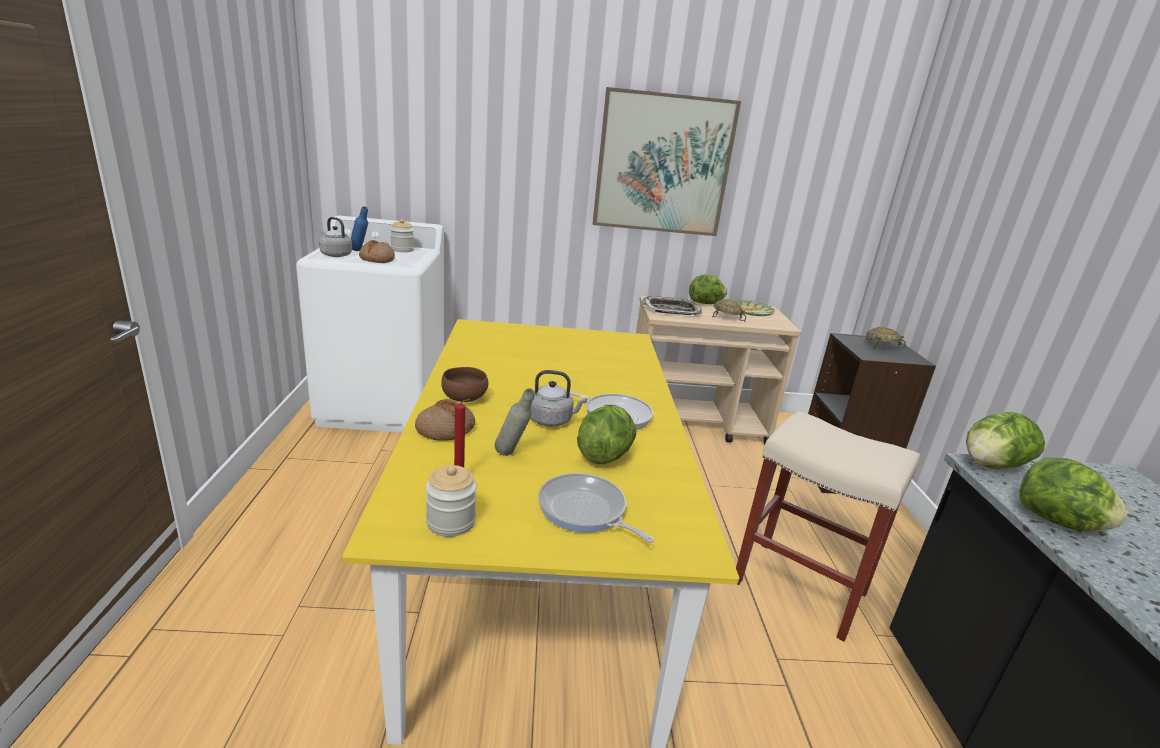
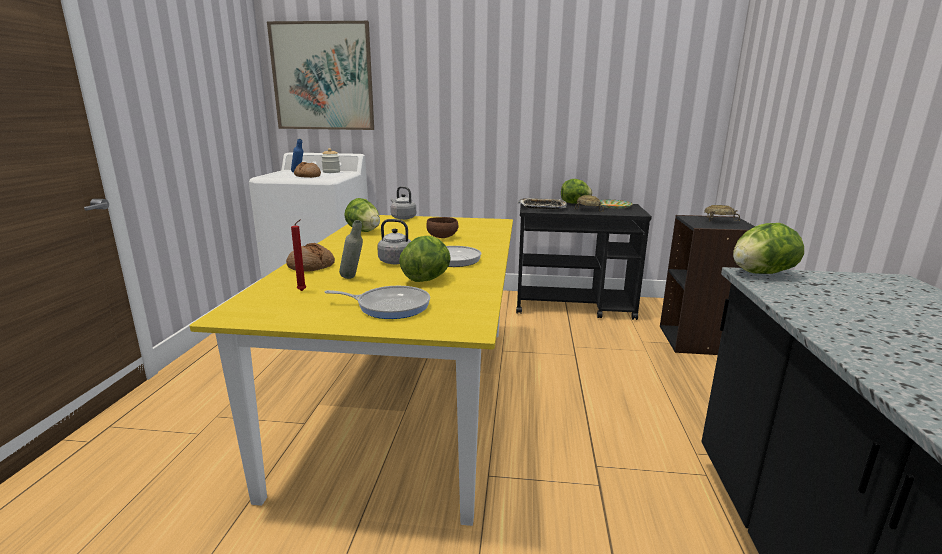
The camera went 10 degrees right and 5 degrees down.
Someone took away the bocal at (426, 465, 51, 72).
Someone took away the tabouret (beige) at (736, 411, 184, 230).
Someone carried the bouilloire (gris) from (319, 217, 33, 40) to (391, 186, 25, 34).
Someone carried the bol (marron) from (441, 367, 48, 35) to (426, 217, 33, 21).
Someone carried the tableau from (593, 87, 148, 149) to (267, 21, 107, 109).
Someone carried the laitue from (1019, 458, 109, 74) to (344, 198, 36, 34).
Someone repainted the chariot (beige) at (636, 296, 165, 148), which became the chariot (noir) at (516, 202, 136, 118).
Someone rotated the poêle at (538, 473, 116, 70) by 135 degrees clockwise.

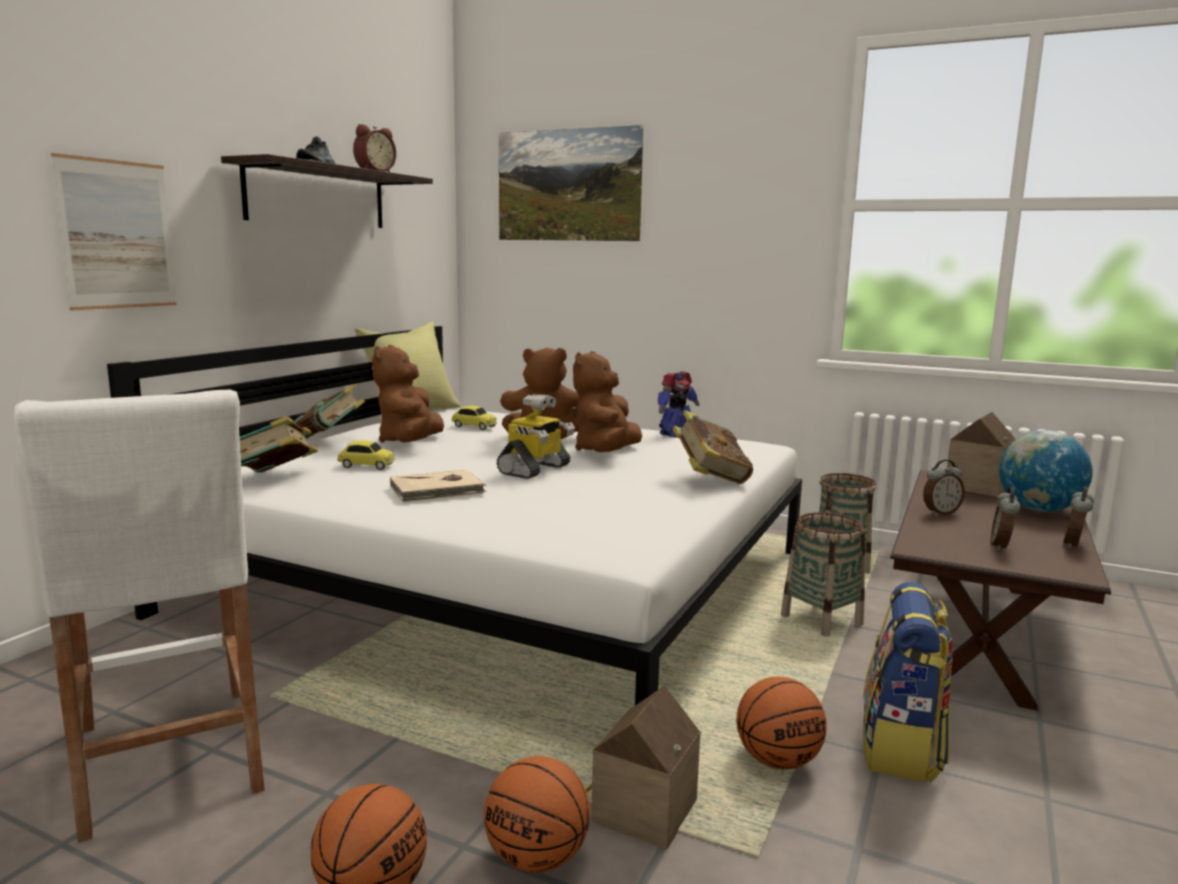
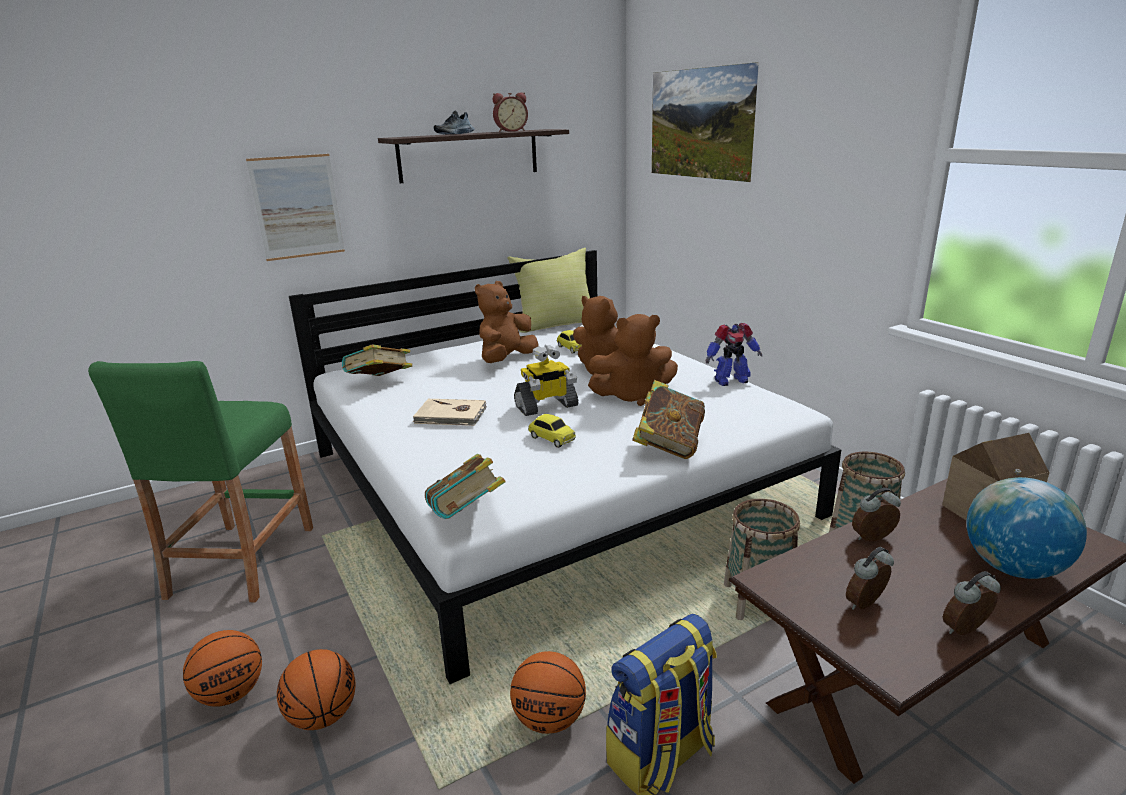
The camera went 35 degrees right and 10 degrees up.
Someone took away the maison miniature at (586, 686, 114, 164).
Someone carried the livre from (293, 384, 72, 55) to (425, 454, 81, 65).
Someone carried the petite voiture from (337, 440, 58, 30) to (528, 414, 48, 34).
Someone repainted the tabouret (blanc) at (14, 390, 251, 453), which became the tabouret (vert) at (88, 361, 225, 241).
Someone rotated the peluche (marron) at (573, 351, 69, 101) by 150 degrees counterclockwise.
Someone rotated the réveil at (923, 459, 42, 56) by 150 degrees clockwise.

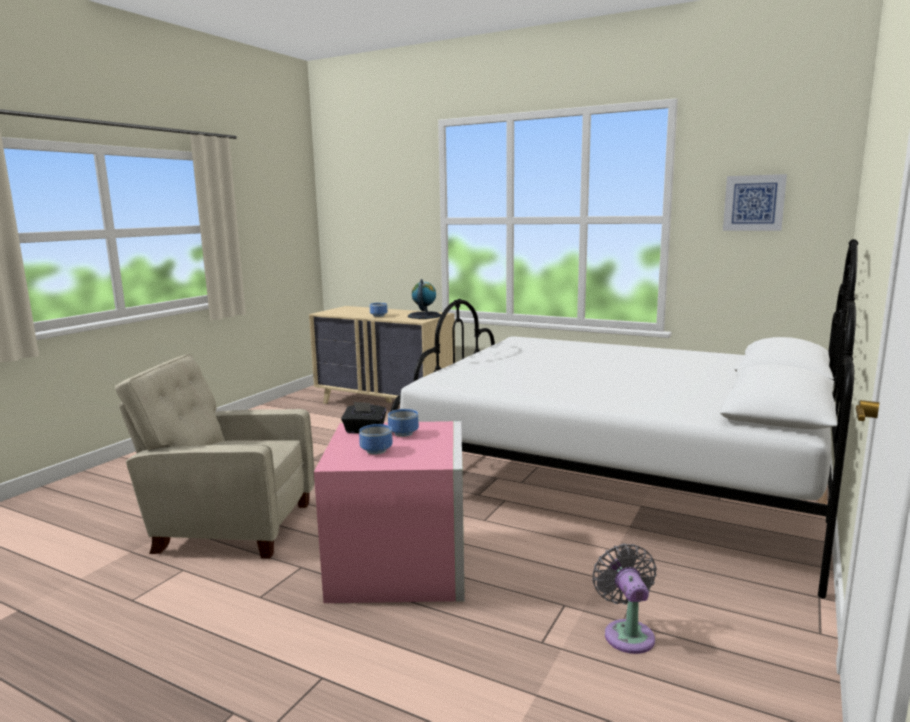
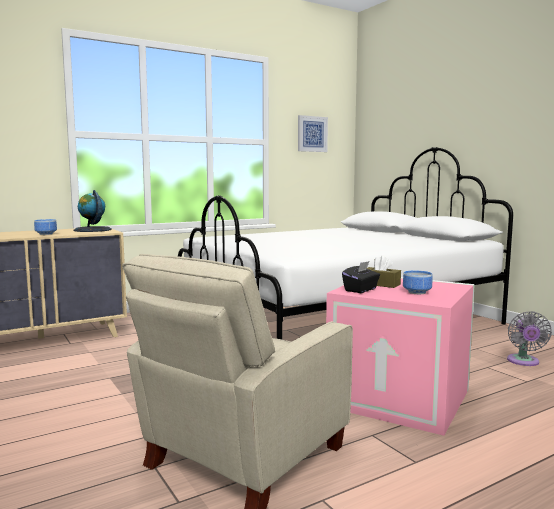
The camera went 60 degrees left and 5 degrees down.
Someone swapped the bol at (388, 409, 31, 28) for the boîte à mouchoirs (marron) at (366, 255, 35, 33).
Someone rotated the ventilateur (gris) at (592, 543, 65, 111) by 105 degrees counterclockwise.

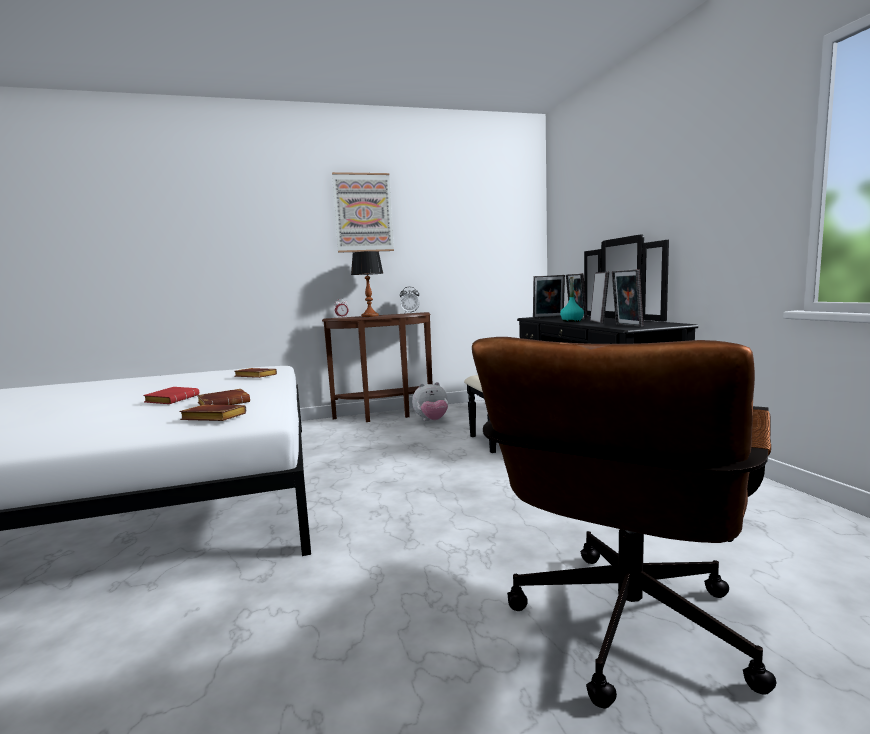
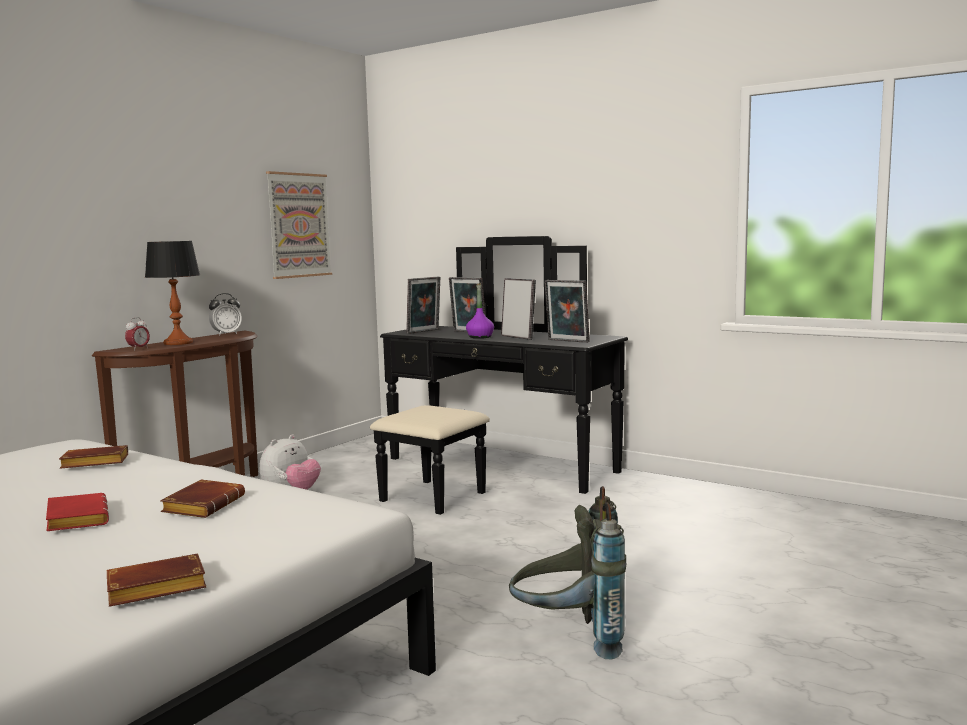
The camera went 40 degrees left and 0 degrees up.
Someone took away the chaise de bureau (marron) at (472, 337, 304, 372).
Someone put down the sac à dos (gris) at (509, 486, 117, 174).
Someone carried the livre (marron) from (179, 404, 67, 17) to (107, 554, 99, 53).
Someone carried the tableau from (332, 172, 62, 81) to (266, 171, 66, 108).
Someone repainted the bouteille (turquoise) at (560, 277, 24, 45), which became the bouteille (violet) at (466, 283, 28, 56).

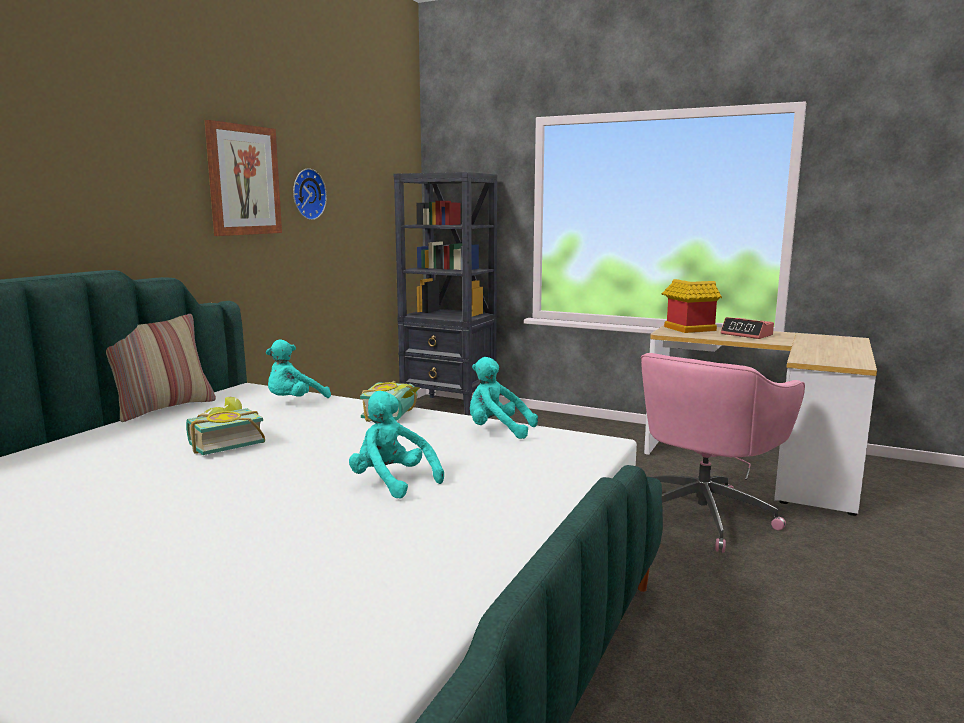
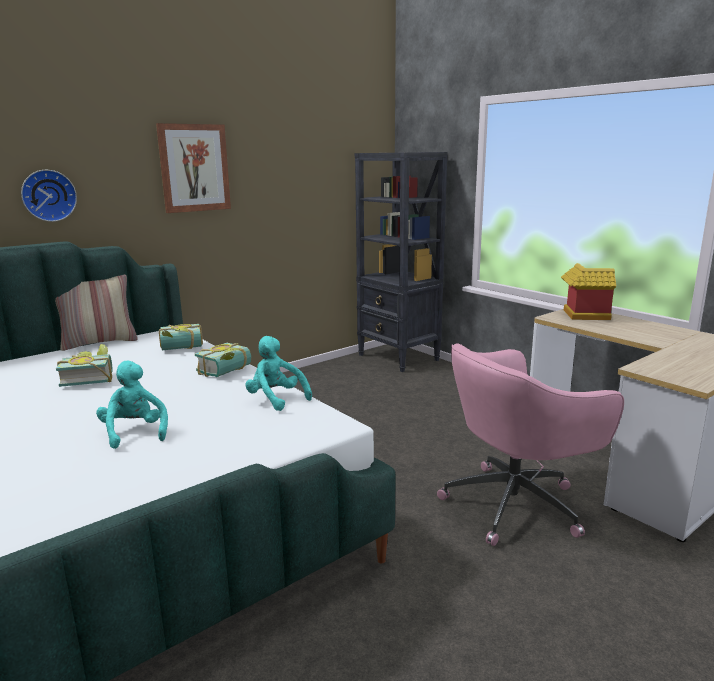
The camera went 25 degrees right and 5 degrees up.
Someone took away the réveil at (720, 317, 54, 22).
Someone carried the horloge murale from (293, 168, 34, 52) to (21, 170, 56, 52).
Someone swapped the peluche (turquoise) at (266, 340, 65, 58) for the livre at (159, 324, 44, 26).

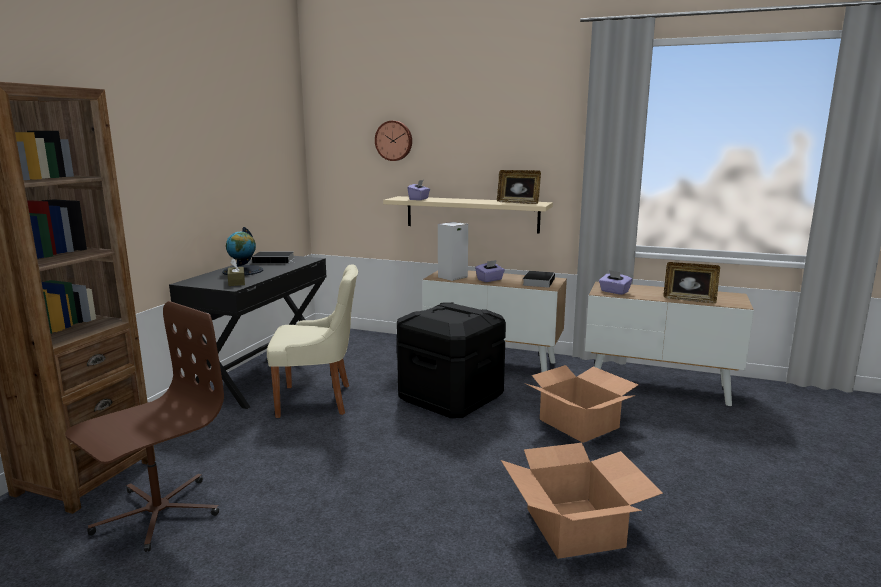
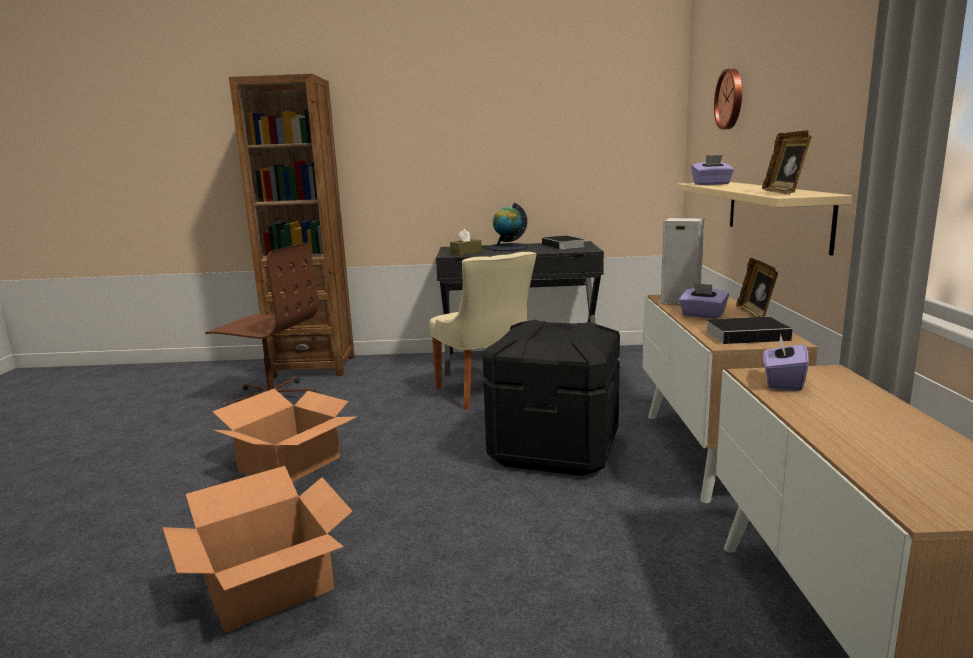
The camera went 70 degrees right and 0 degrees up.
Someone carried the carton from (525, 365, 114, 78) to (212, 389, 146, 93).
Someone carried the cadre photo from (663, 262, 57, 42) to (736, 258, 42, 59).

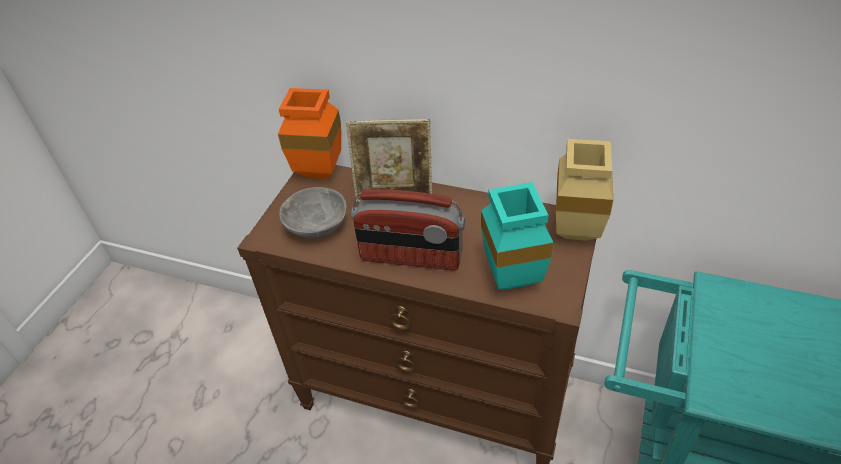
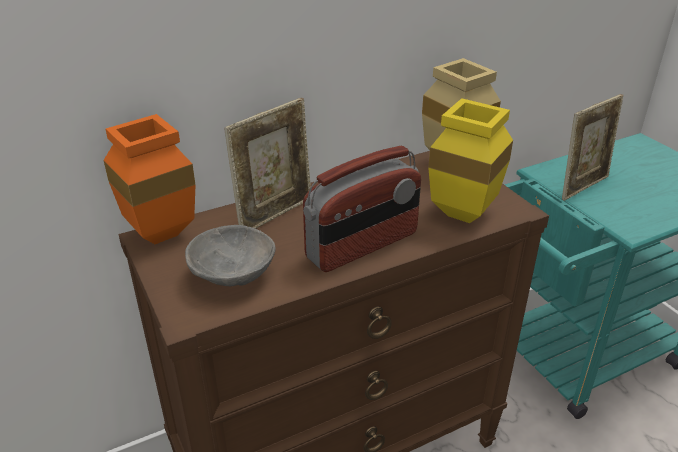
The camera went 50 degrees left and 10 degrees down.
Someone put down the cadre photo at (562, 94, 61, 107).
Someone repainted the vase (turquoise) at (481, 182, 73, 108), which became the vase (jaune) at (428, 98, 85, 125).

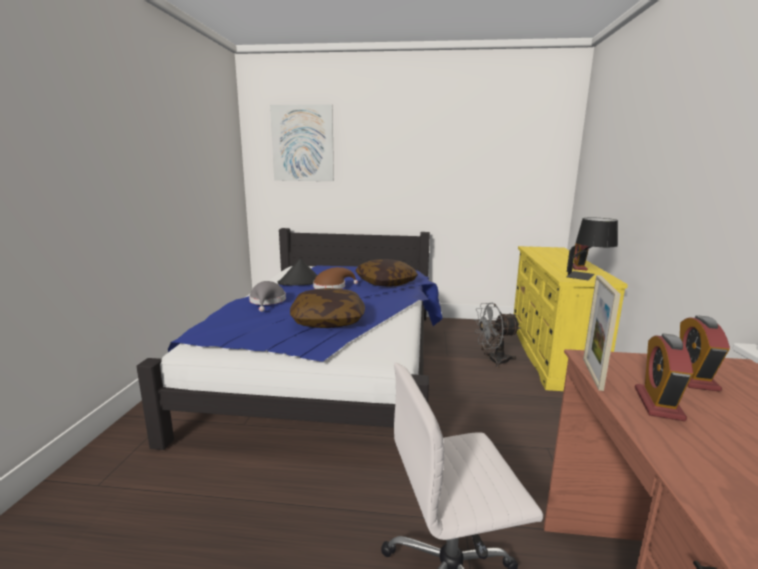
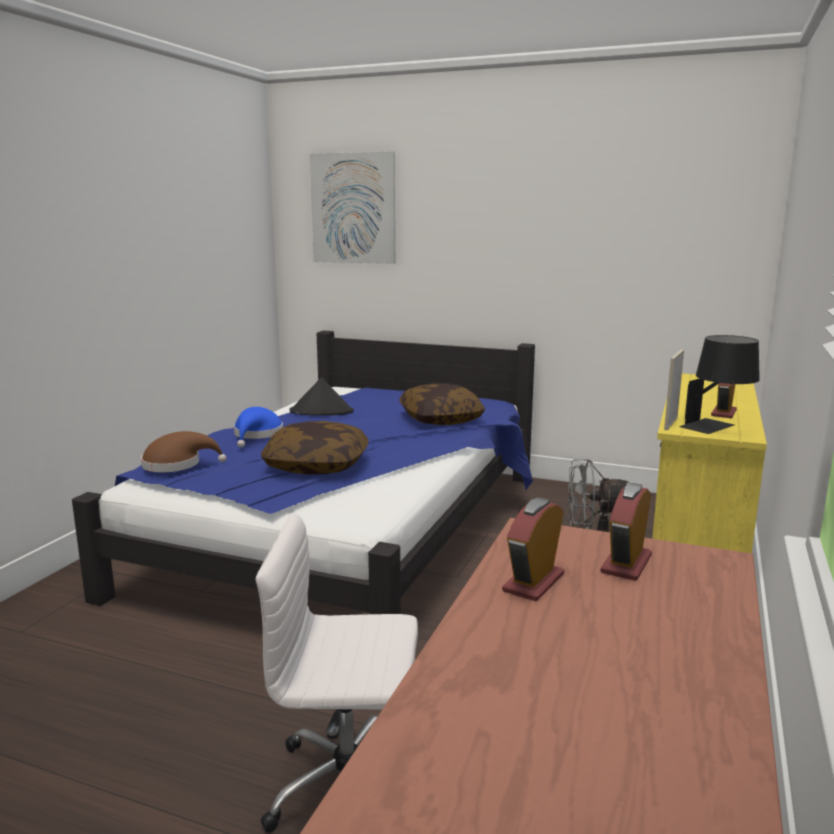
The camera went 15 degrees right and 0 degrees up.
Someone carried the chapeau (marron) from (313, 267, 45, 22) to (141, 431, 85, 41).
Someone carried the cadre photo from (583, 275, 38, 116) to (664, 350, 20, 80).
Someone repainted the chapeau (gris) at (249, 281, 37, 31), which became the chapeau (bleu) at (234, 407, 49, 40).

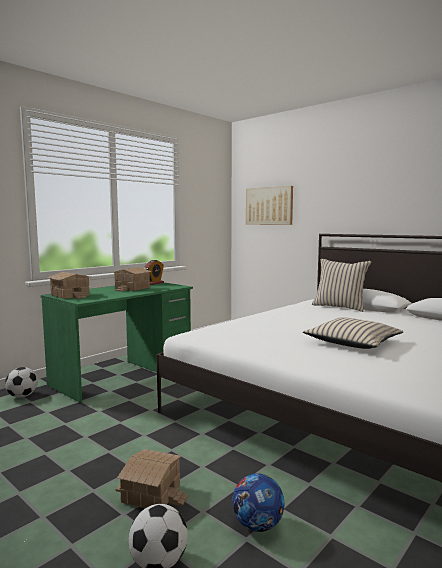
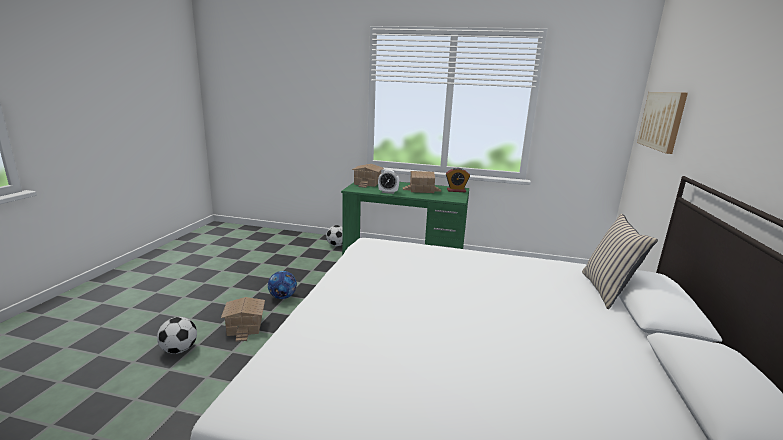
The camera went 60 degrees right and 10 degrees up.
Someone took away the coussin (beige) at (303, 317, 100, 32).
Someone put down the réveil at (378, 170, 21, 24).
Someone carried the ballon de foot from (232, 474, 52, 58) to (268, 271, 29, 28).

